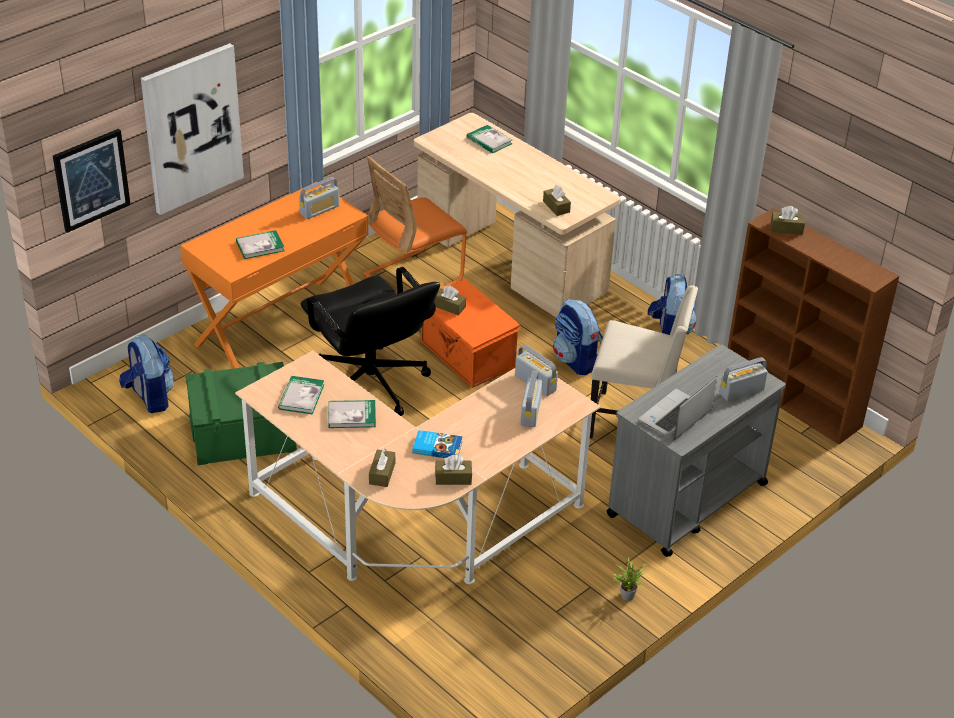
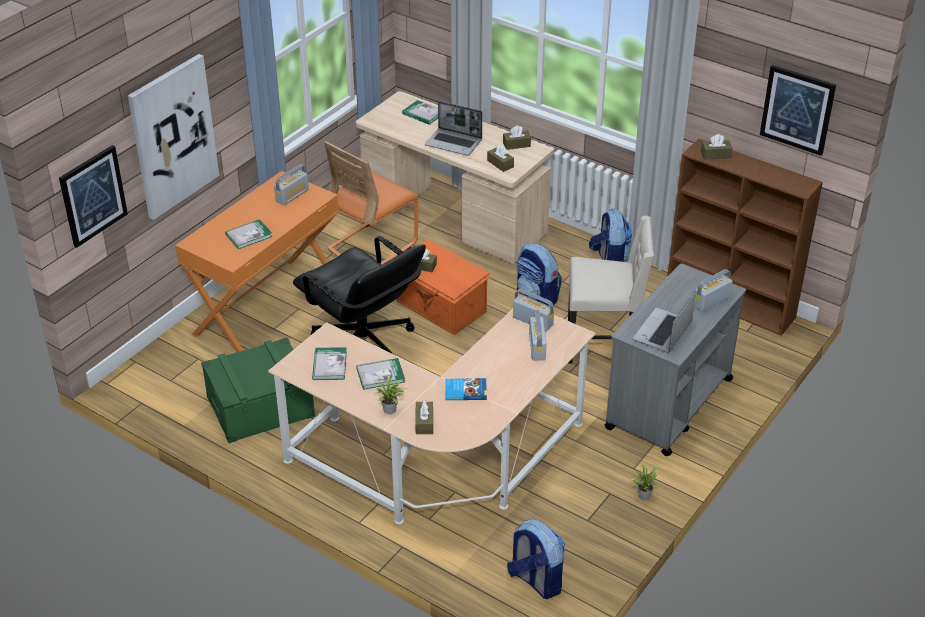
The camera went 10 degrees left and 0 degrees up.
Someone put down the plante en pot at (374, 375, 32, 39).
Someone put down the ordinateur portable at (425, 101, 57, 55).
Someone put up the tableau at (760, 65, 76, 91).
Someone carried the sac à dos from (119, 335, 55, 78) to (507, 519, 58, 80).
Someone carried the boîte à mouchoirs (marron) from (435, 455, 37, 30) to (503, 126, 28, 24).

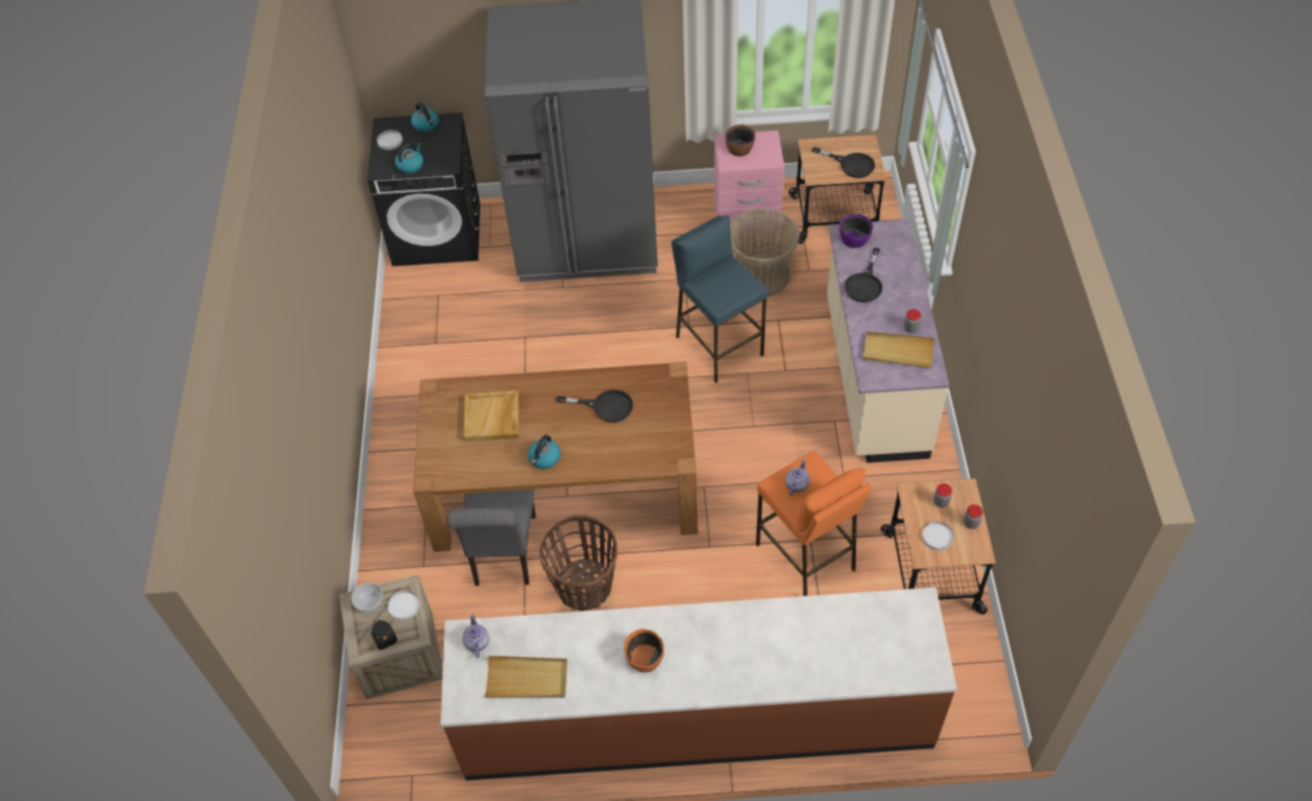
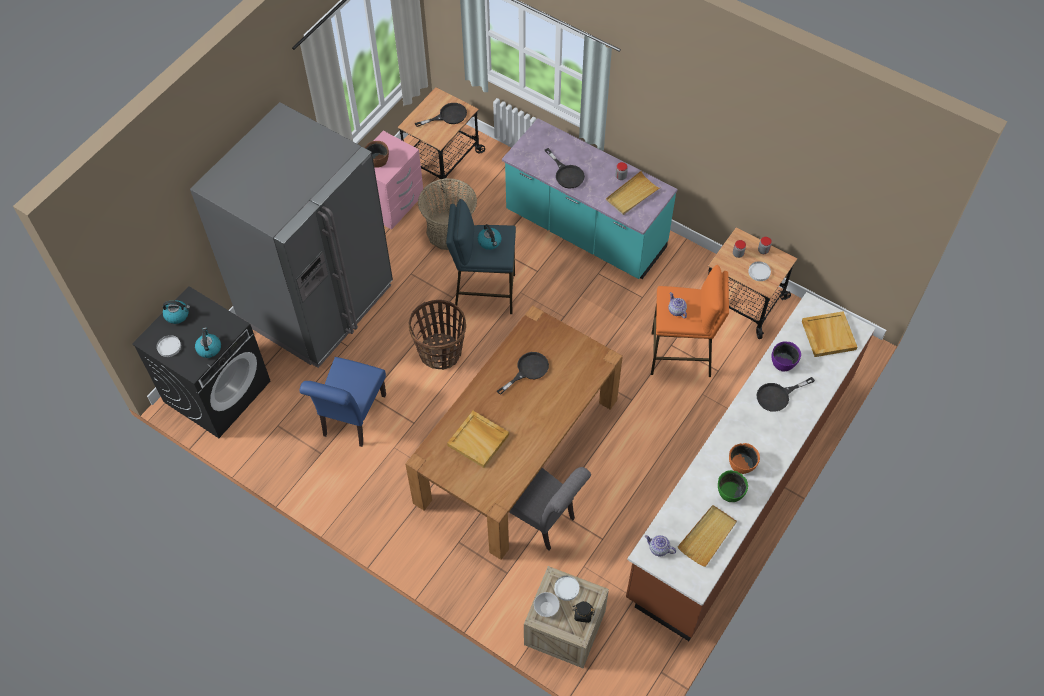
The camera went 55 degrees left and 5 degrees up.
Someone put down the chaise (bleu) at (299, 357, 87, 90).
Someone put down the bol (vert) at (718, 470, 30, 32).
Someone put down the poêle (noir) at (756, 377, 59, 35).
Someone put down the plateau (beige) at (802, 311, 55, 46).
Someone carried the bouilloire from (528, 435, 33, 34) to (478, 224, 24, 26).
Someone carried the panier from (539, 515, 79, 96) to (409, 300, 57, 70).
Someone carried the bol (violet) from (839, 214, 34, 34) to (772, 341, 29, 31).
Someone repainted the comptoir de cuisine (beige) at (827, 219, 122, 244), which became the comptoir de cuisine (turquoise) at (502, 118, 176, 161).

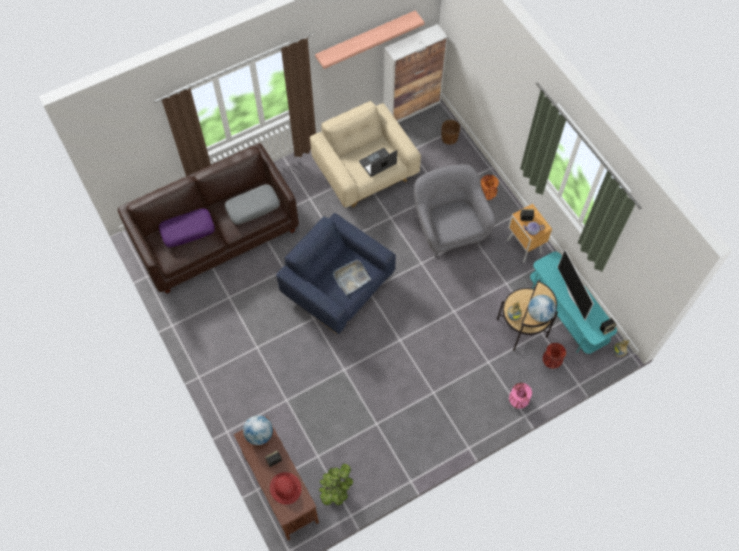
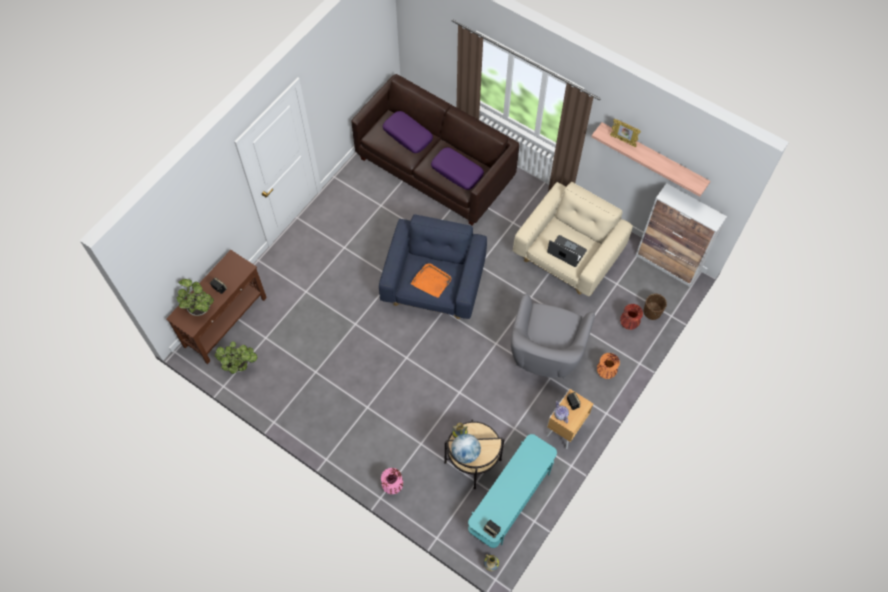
The camera went 65 degrees right and 0 degrees up.
Someone took away the globe at (243, 415, 30, 30).
Someone took away the téléviseur at (557, 249, 37, 71).
Someone put down the cadre photo at (610, 119, 31, 28).
Someone carried the vase (rouge) from (543, 343, 23, 26) to (620, 304, 23, 26).
Someone swapped the chapeau (rouge) at (270, 472, 31, 33) for the plante en pot at (177, 279, 37, 37).
Someone repainted the coussin (gris) at (225, 184, 55, 41), which became the coussin (violet) at (431, 147, 53, 43).
Someone repainted the plateau (gris) at (333, 260, 38, 35), which became the plateau (orange) at (411, 263, 41, 35).
Someone rotated the fauteuil (gris) at (414, 164, 81, 93) by 150 degrees clockwise.

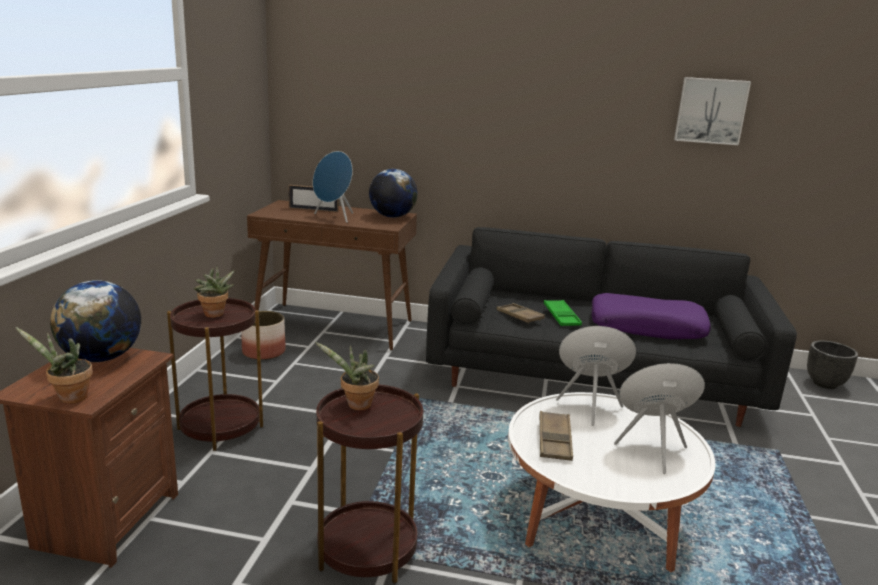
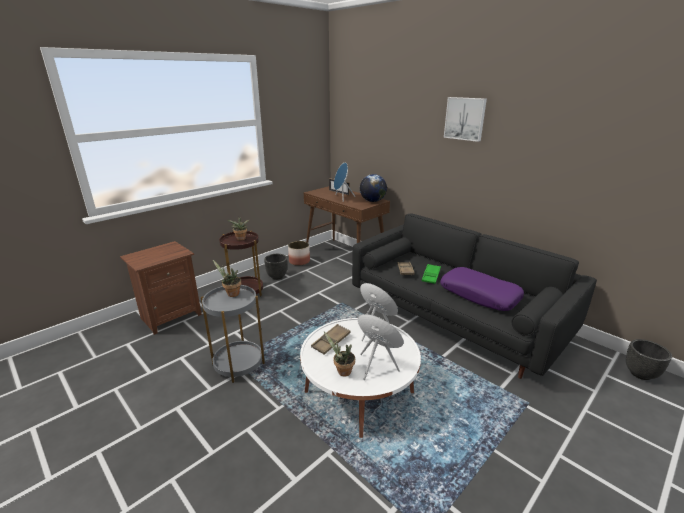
The camera went 35 degrees right and 5 degrees up.
Someone took away the globe at (50, 280, 91, 82).
Someone put down the cache-pot (noir) at (264, 254, 24, 26).
Someone carried the plante en pot from (15, 327, 78, 77) to (324, 331, 31, 46).
Someone carried the tableau from (674, 77, 77, 68) to (444, 97, 43, 45).
Someone repainted the table d'appoint (marron) at (316, 385, 107, 199), which became the table d'appoint (gris) at (201, 285, 64, 98).

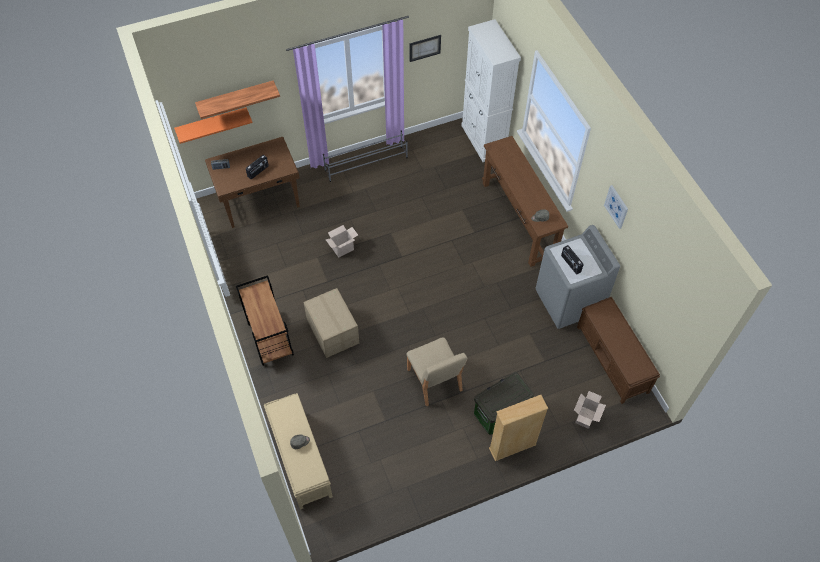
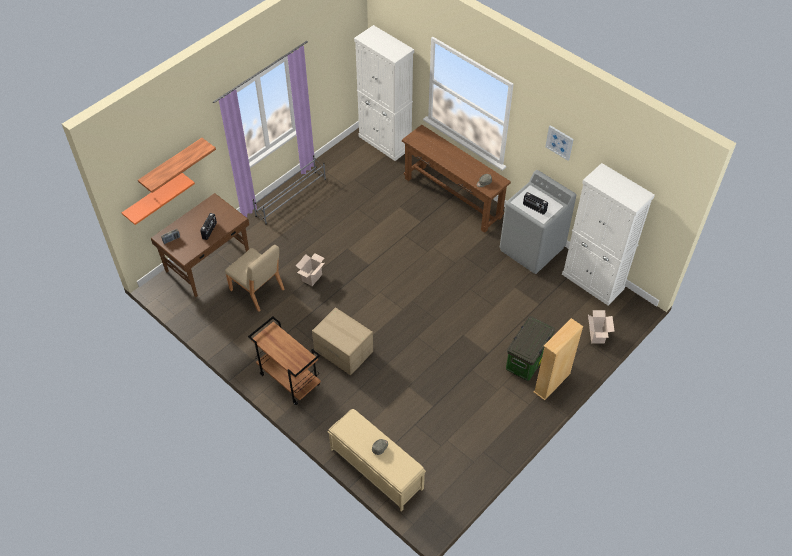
The camera went 25 degrees left and 5 degrees down.
Someone took away the tableau at (410, 35, 31, 27).
Someone carried the chaise (beige) from (406, 337, 61, 69) to (225, 245, 59, 67).
Someone swapped the banc (marron) at (577, 297, 83, 107) for the meuble de rangement (blanc) at (562, 163, 93, 142).

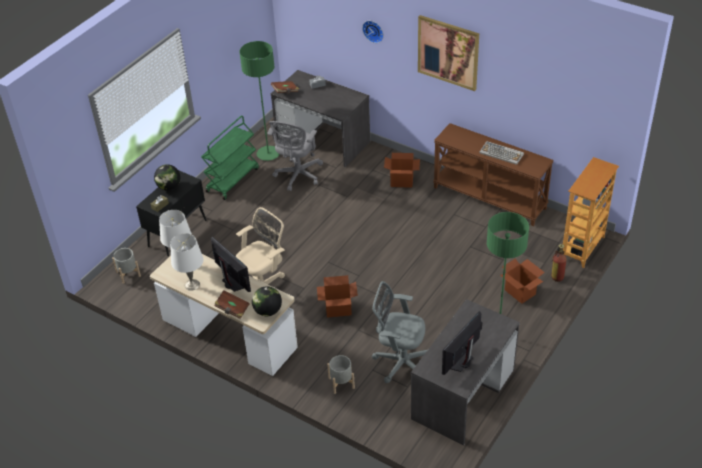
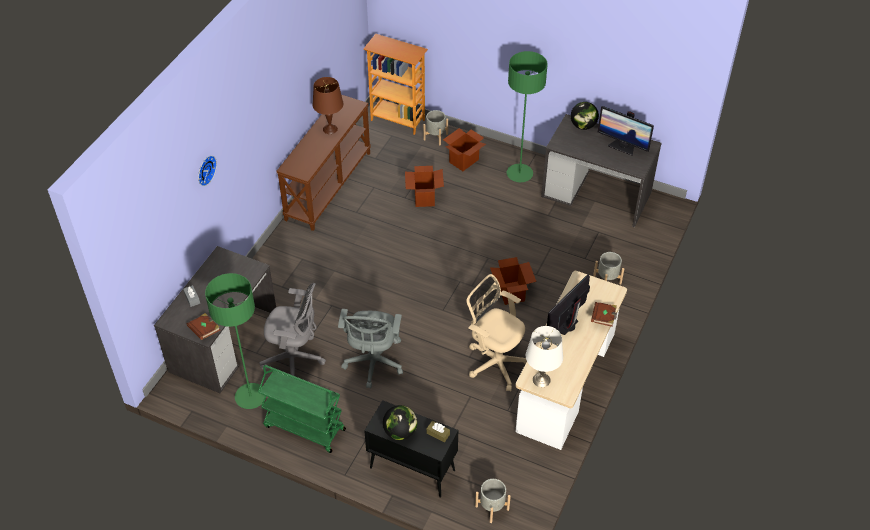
The camera went 100 degrees left and 5 degrees up.
Someone took away the lampe de table (blanc) at (170, 233, 33, 58).
Someone took away the tableau at (418, 15, 61, 76).
Someone carried the globe from (252, 286, 30, 30) to (571, 102, 28, 28).
Someone carried the chaise de bureau (gris) from (372, 281, 55, 102) to (338, 309, 65, 79).
Someone carried the carton from (384, 153, 36, 35) to (405, 166, 39, 41).
Someone swapped the clavier at (479, 141, 45, 24) for the lampe de table (marron) at (313, 77, 30, 57).
Someone swapped the extincteur at (551, 244, 16, 38) for the cache-pot (gris) at (423, 110, 25, 35).

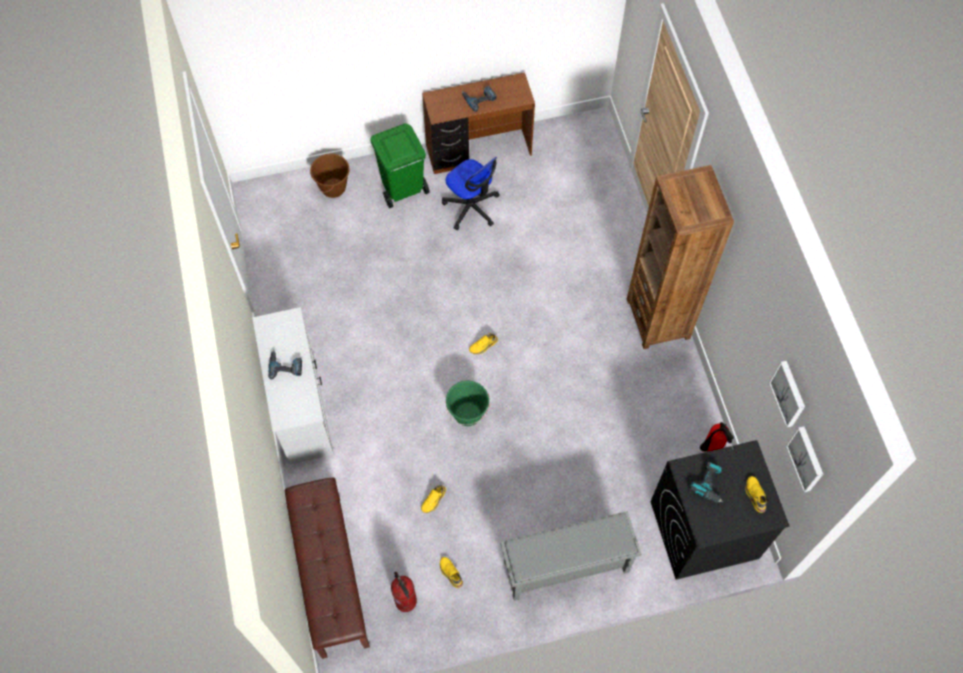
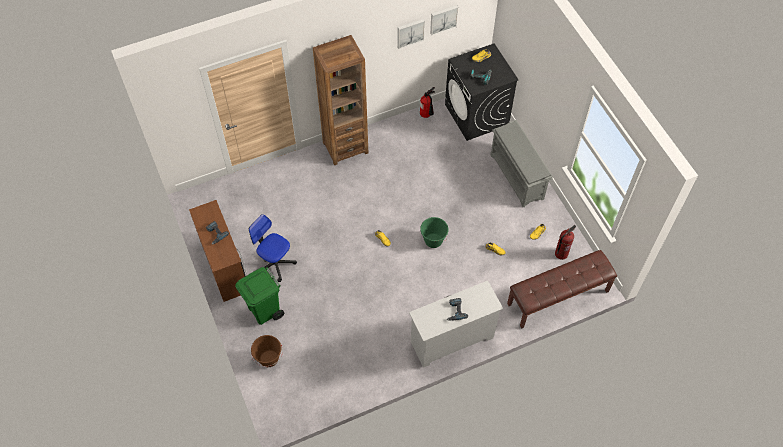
The camera went 100 degrees left and 5 degrees down.
Someone carried the tableau from (786, 426, 37, 66) to (397, 19, 28, 30).
Someone rotated the chaise de bureau at (442, 157, 58, 73) by 90 degrees counterclockwise.

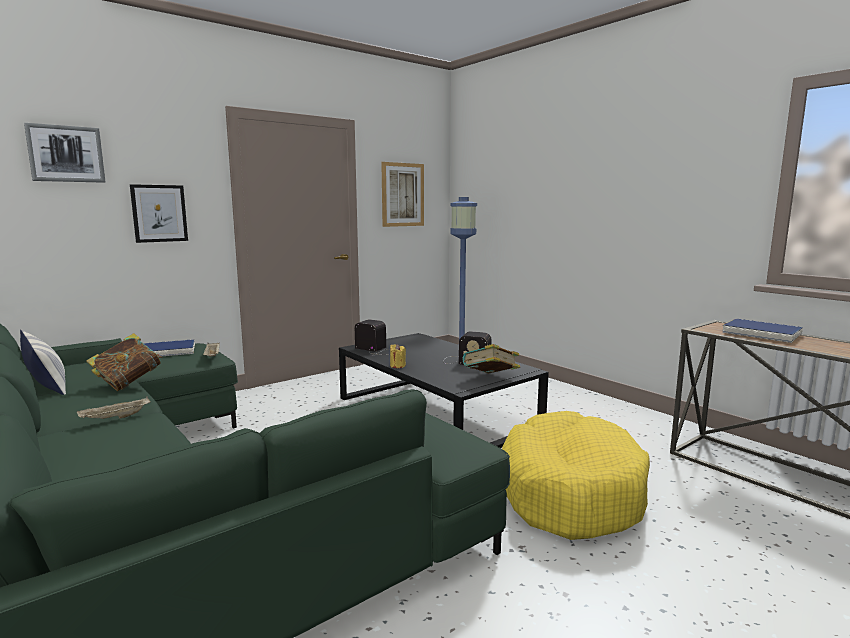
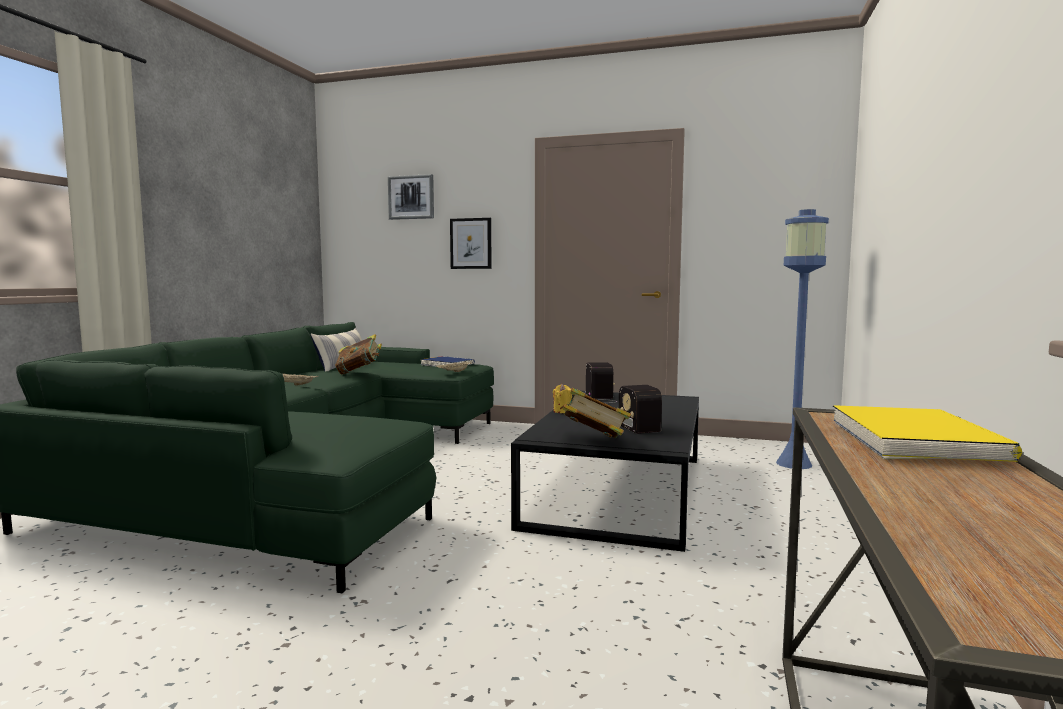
The camera went 55 degrees right and 5 degrees down.
Someone took away the tableau at (381, 162, 43, 65).
Someone took away the panier pour chien (jaune) at (502, 411, 148, 129).
Someone repainted the livre (bleu) at (722, 319, 81, 24), which became the livre (jaune) at (833, 405, 189, 57).

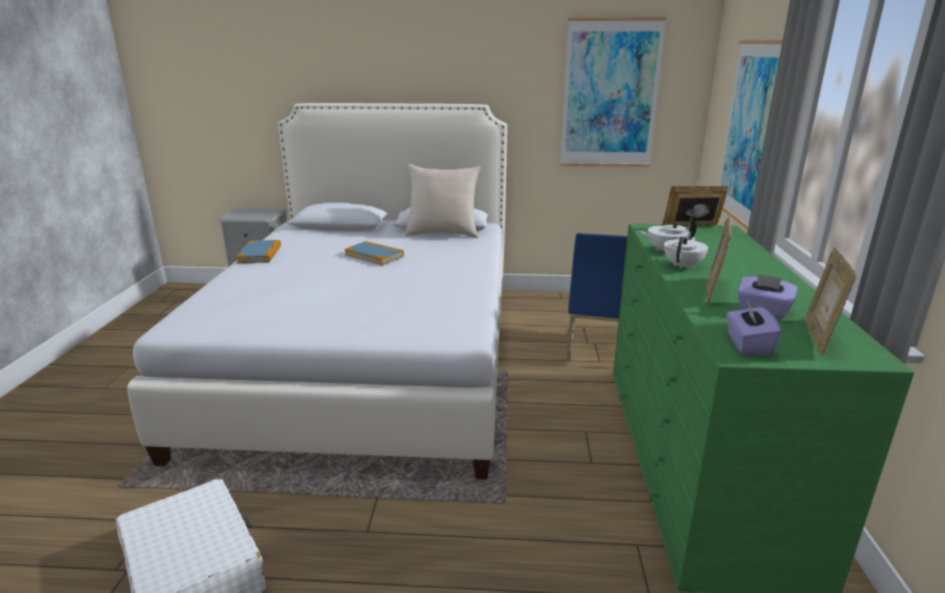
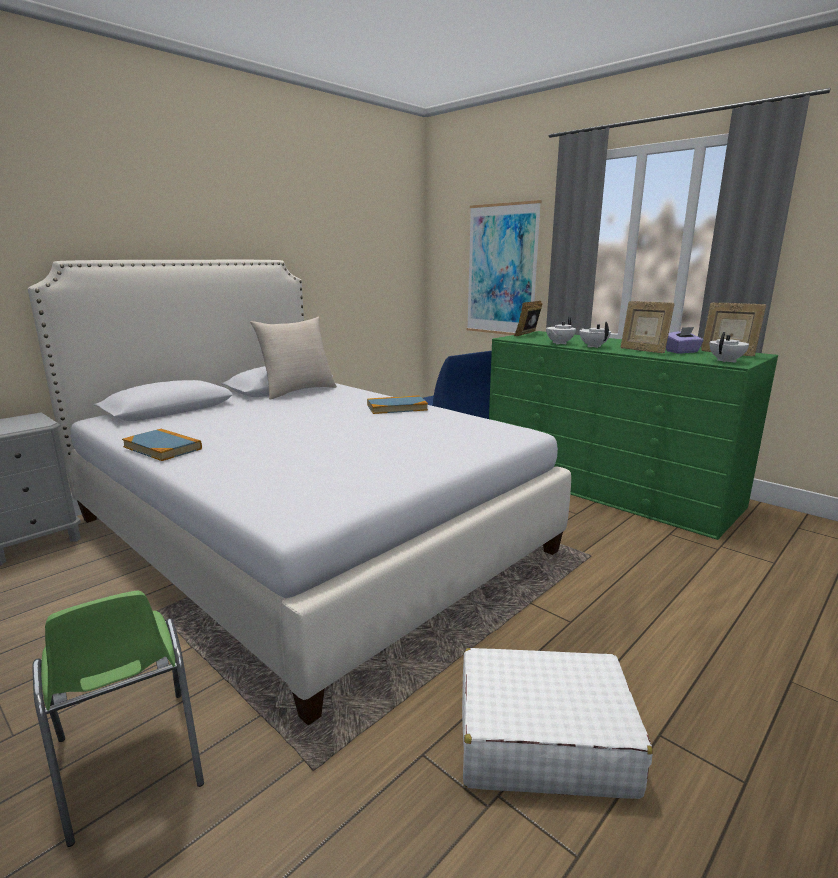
The camera went 50 degrees left and 5 degrees down.
Someone took away the tableau at (560, 18, 107, 149).
Someone put down the chaise (vert) at (32, 591, 172, 256).
Someone carried the livre from (344, 241, 60, 24) to (367, 395, 61, 19).
Someone swapped the boîte à mouchoirs (violet) at (727, 300, 55, 56) for the théière (blanc) at (709, 332, 40, 31).

